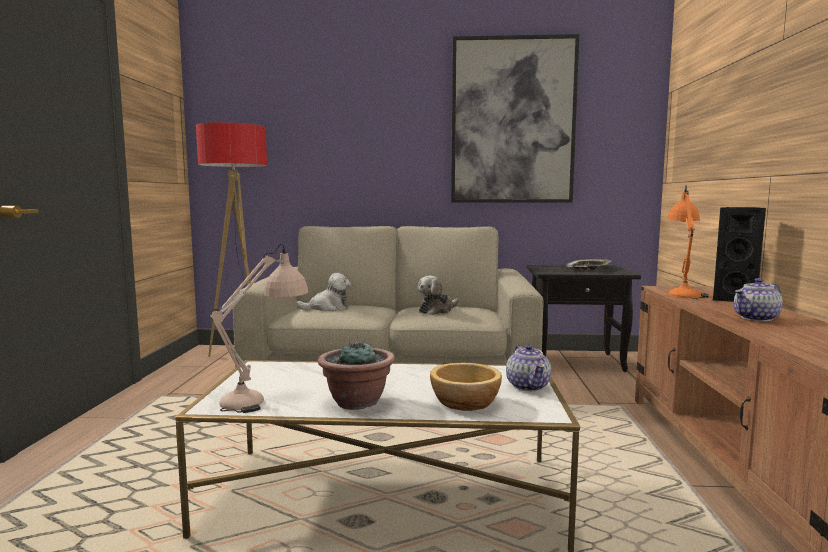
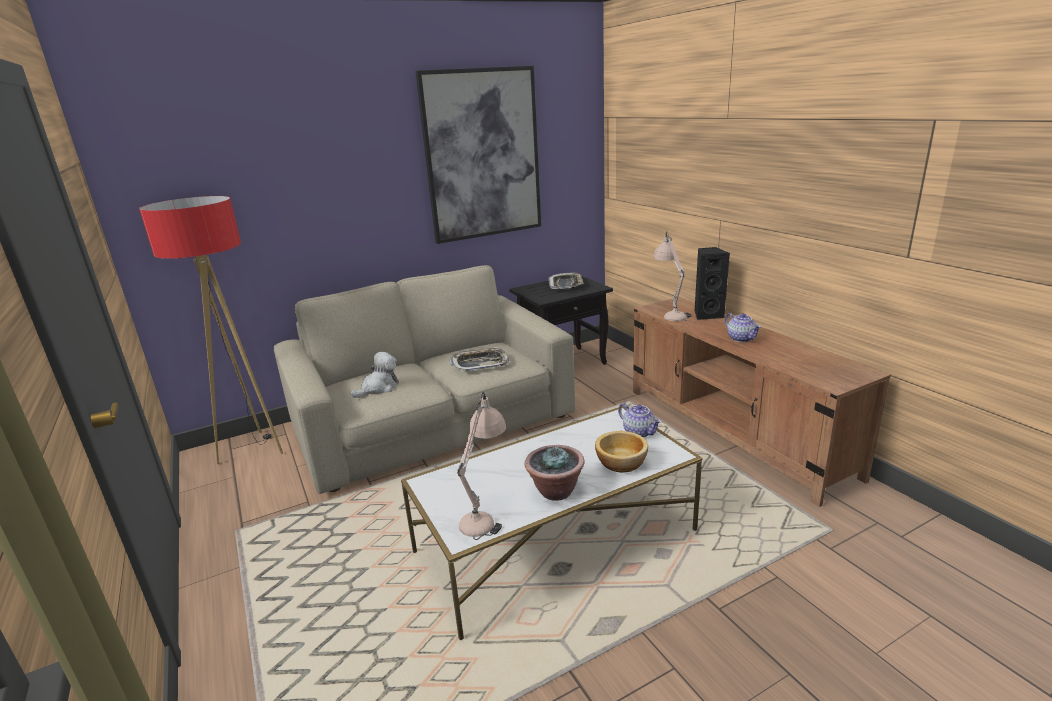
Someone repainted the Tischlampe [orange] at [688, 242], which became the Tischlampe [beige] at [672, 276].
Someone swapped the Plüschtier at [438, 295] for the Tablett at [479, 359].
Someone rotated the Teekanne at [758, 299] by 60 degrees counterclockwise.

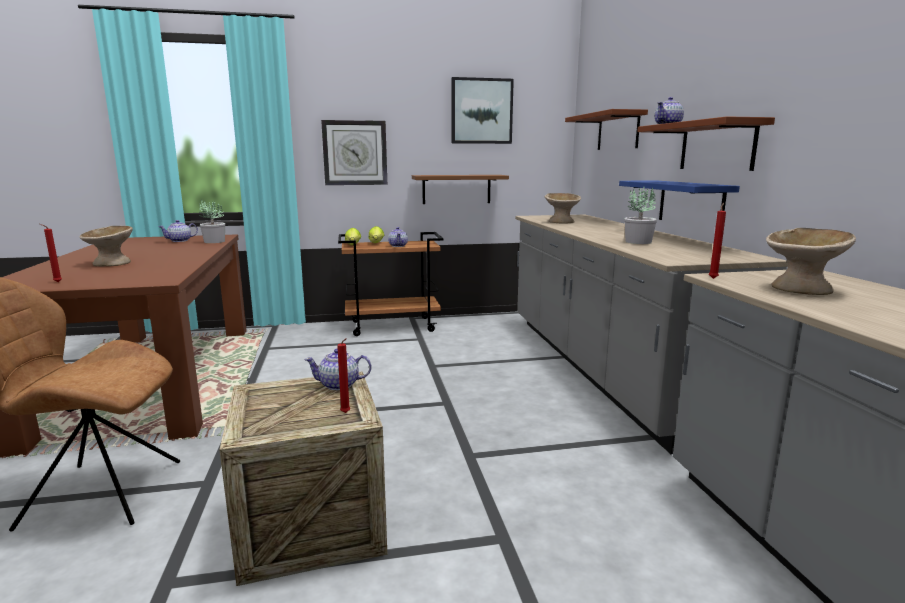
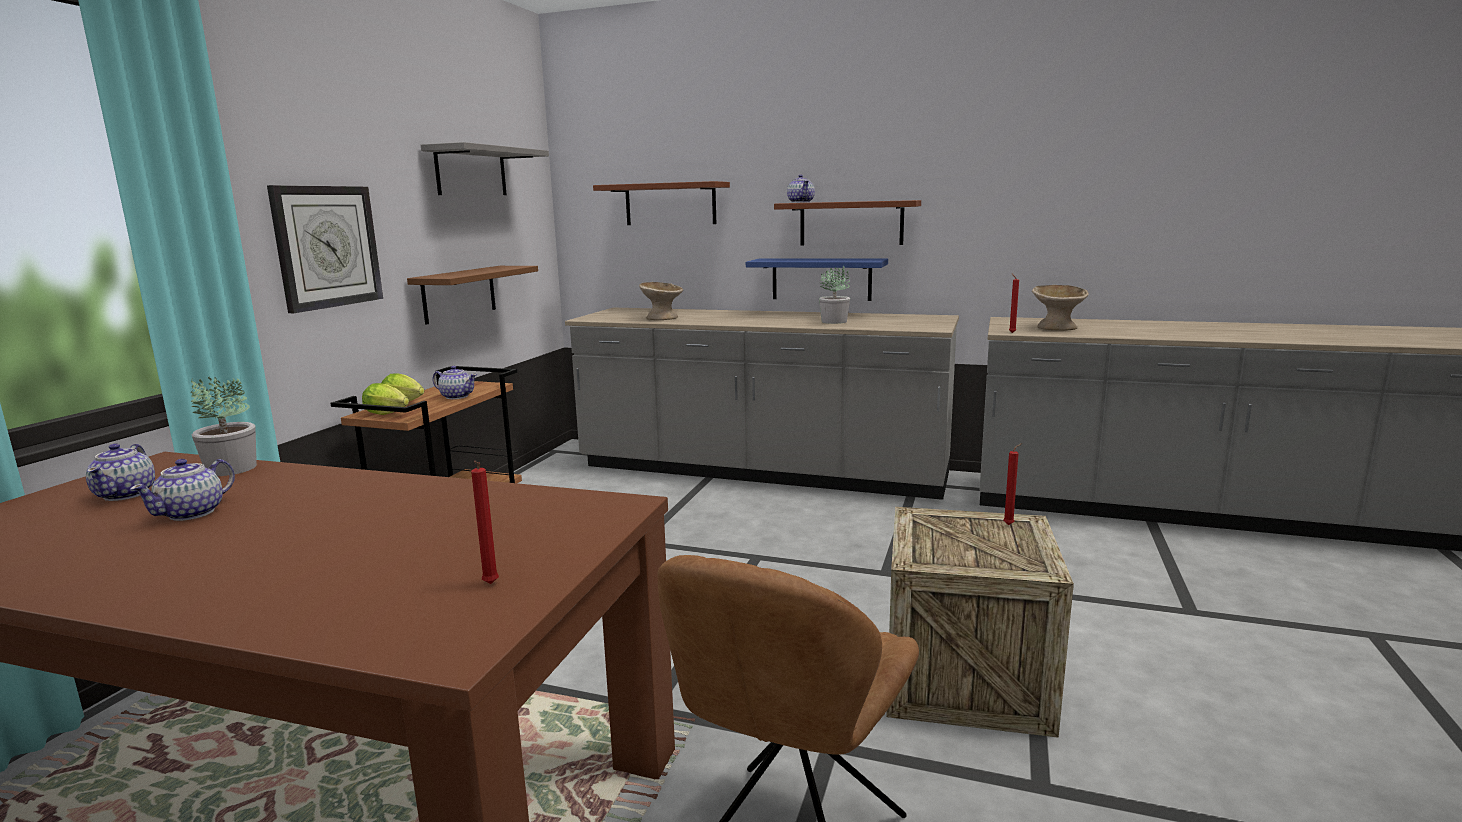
Someone swapped the Bild at [483, 110] for the Wandregal [grau] at [485, 168].
Someone took away the Schüssel [beige] at [106, 246].
Someone carried the Teekanne from [337, 369] to [182, 490].

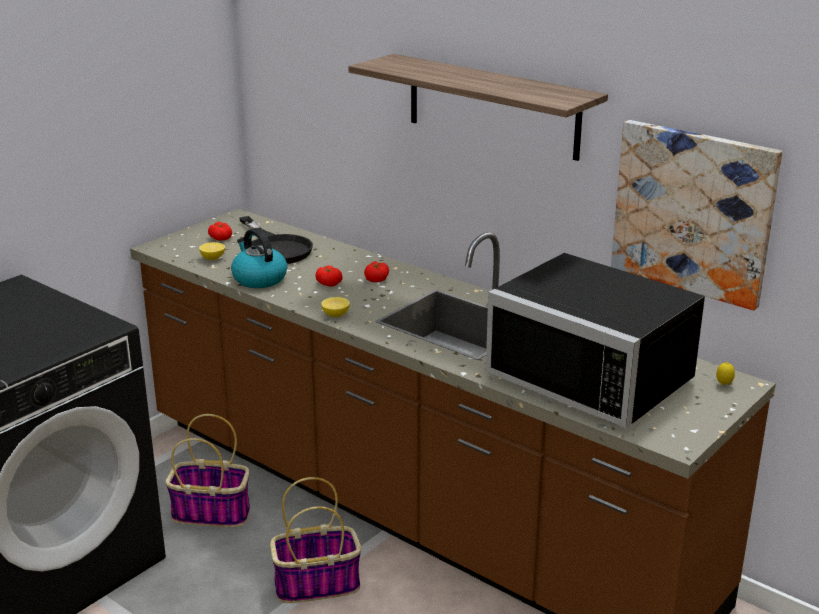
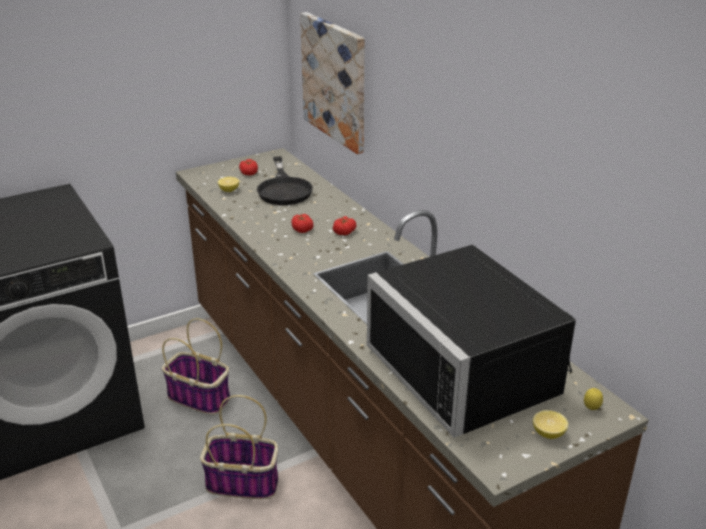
Someone took away the Wandregal at [478, 107].
Someone carried the Bild from [696, 215] to [332, 83].
Someone took away the Wasserkessel at [259, 258].
Someone carried the Zitrone from [335, 307] to [550, 424].

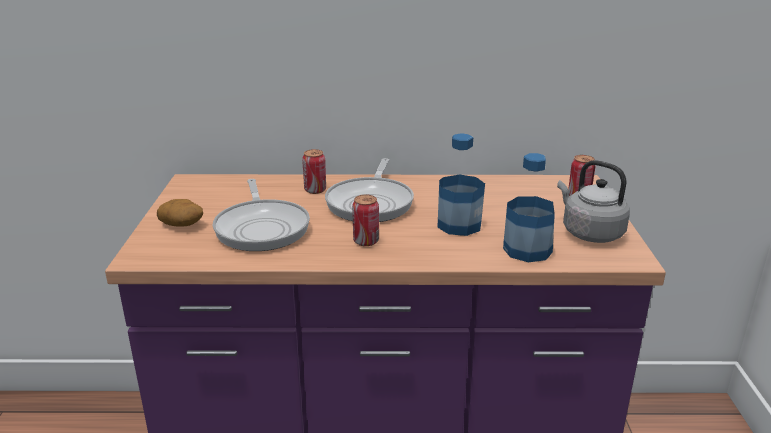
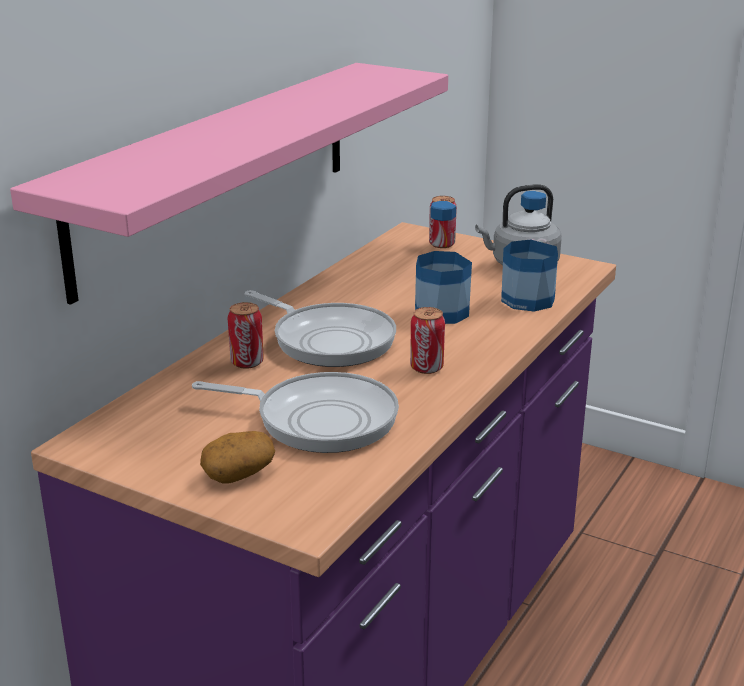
Someone put up the Wandregal [rosa] at [229, 184].

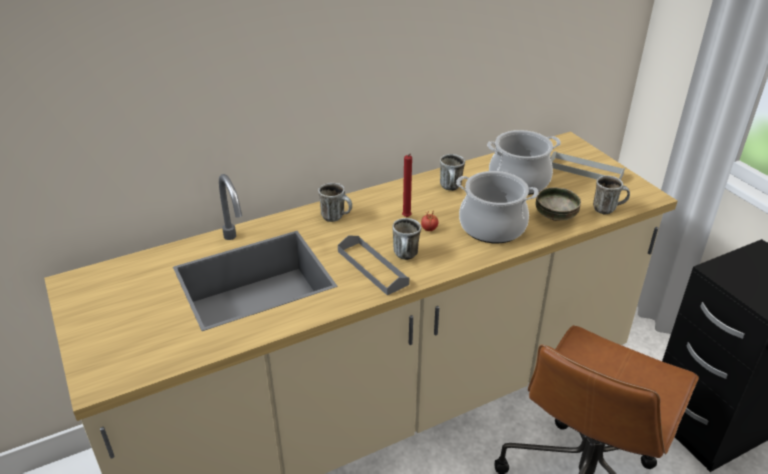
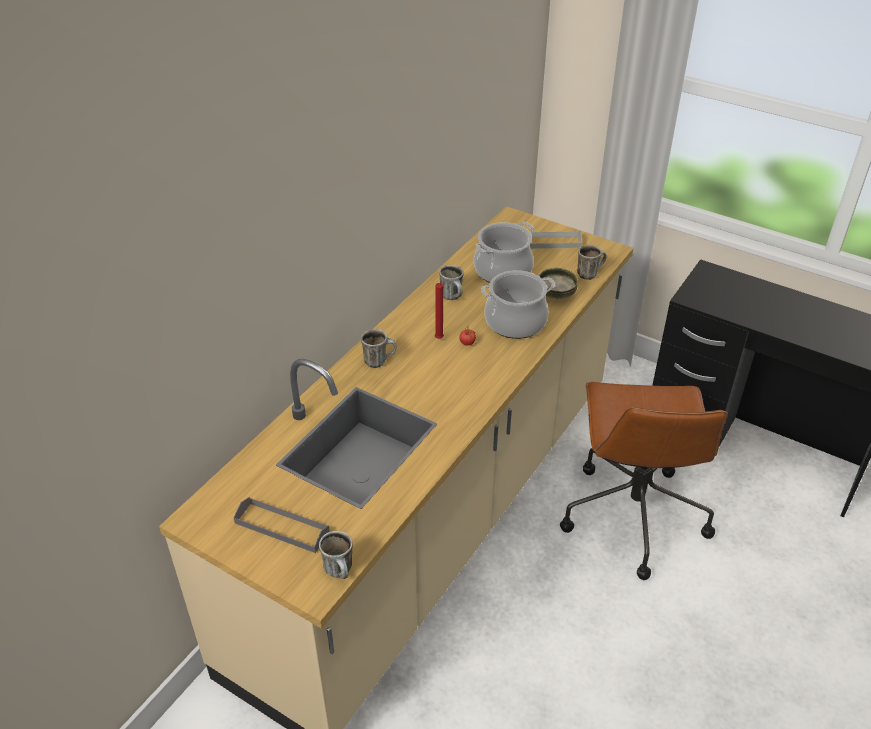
Someone carried the Henkelbecher from [407, 239] to [336, 555].
Someone carried the Tablett [grau] from [373, 266] to [282, 525].

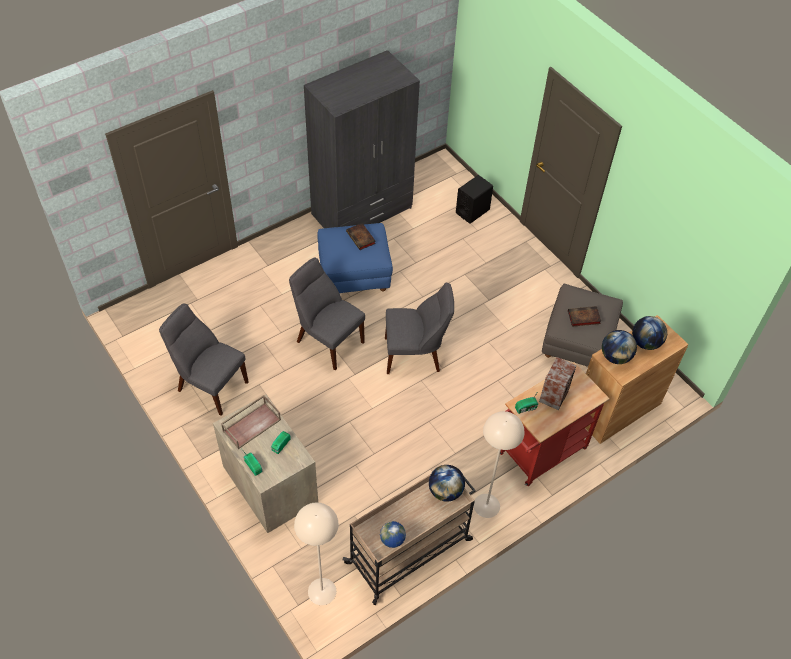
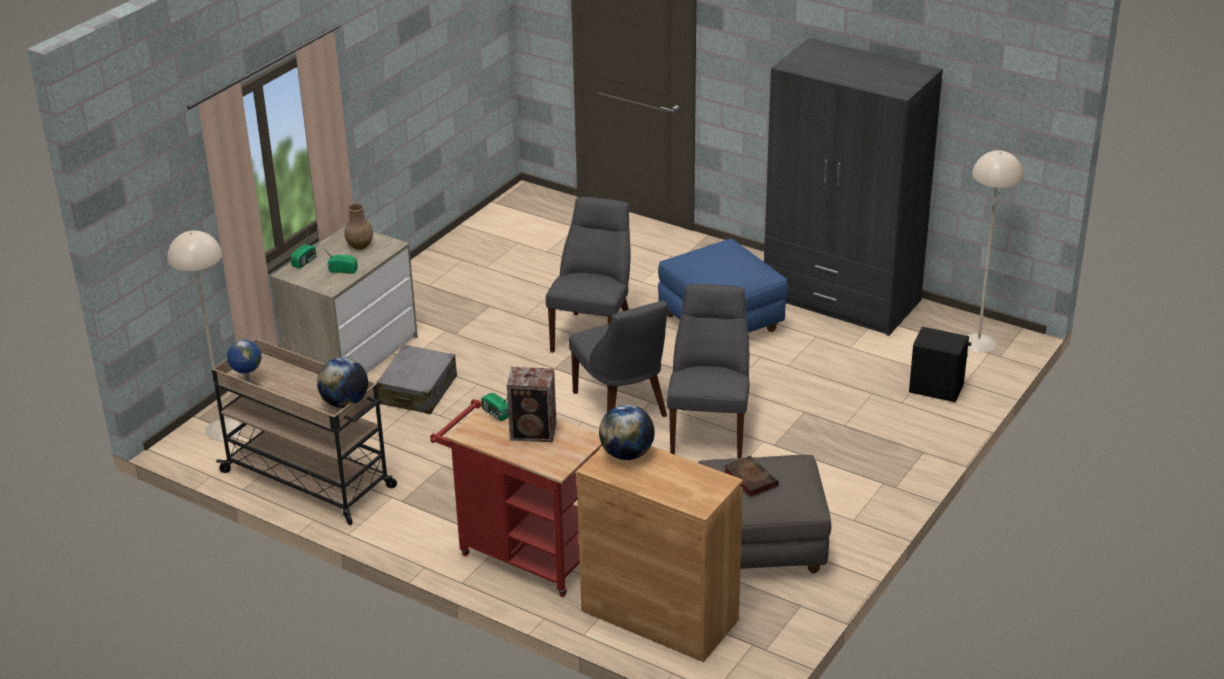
Someone took away the Buch at [361, 236].
Someone carried the Stuhl [grau] from [204, 359] to [708, 371].
Someone took away the Globus at [649, 333].
Someone swapped the Tablett [braun] at [251, 422] for the Vase [braun] at [358, 226].
Someone carried the Stehlampe [beige] from [499, 464] to [995, 251].
Someone put down the Koffer [grau] at [416, 379].

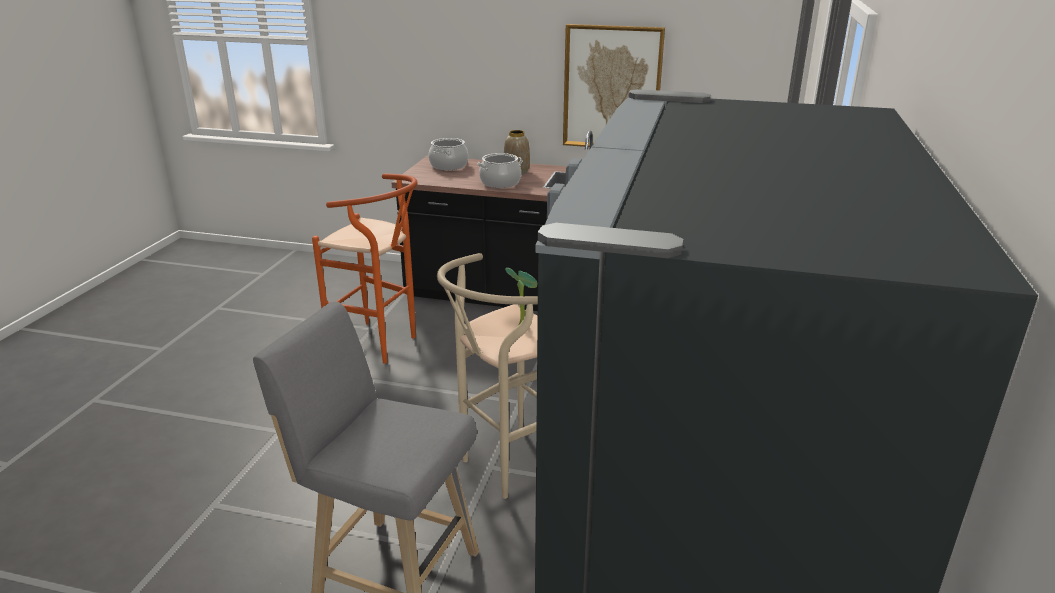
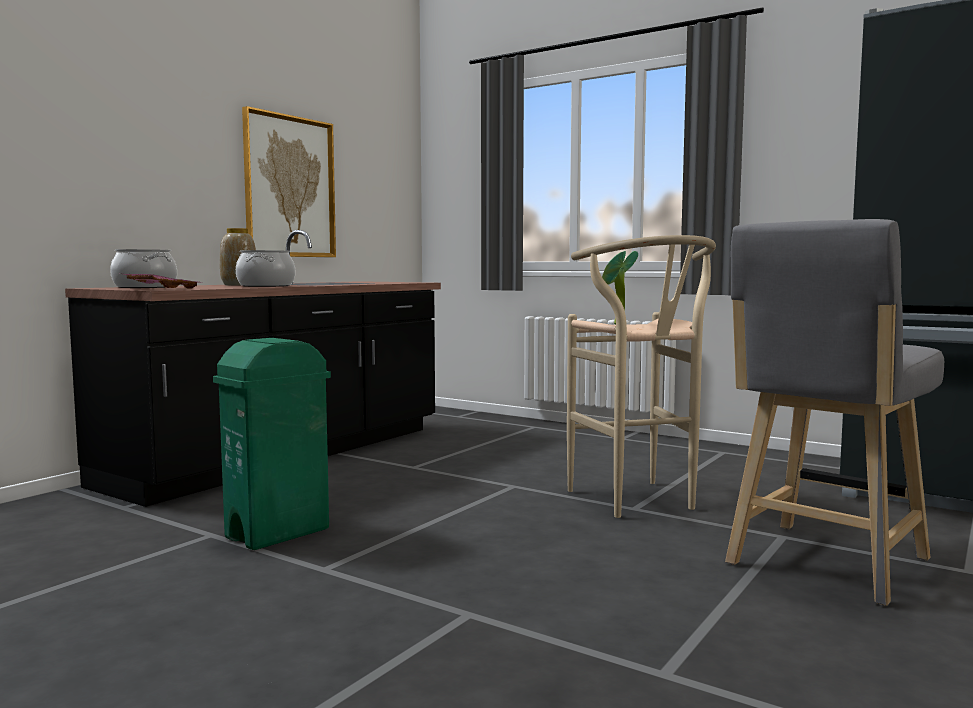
Someone swapped the Hocker [orange] at [365, 269] for the Mülleimer [grün] at [272, 444].
Someone put down the Tablett [rosa] at [163, 281].

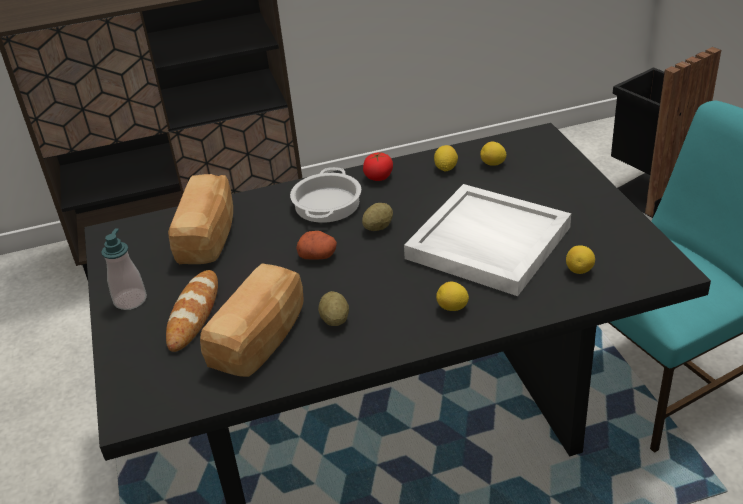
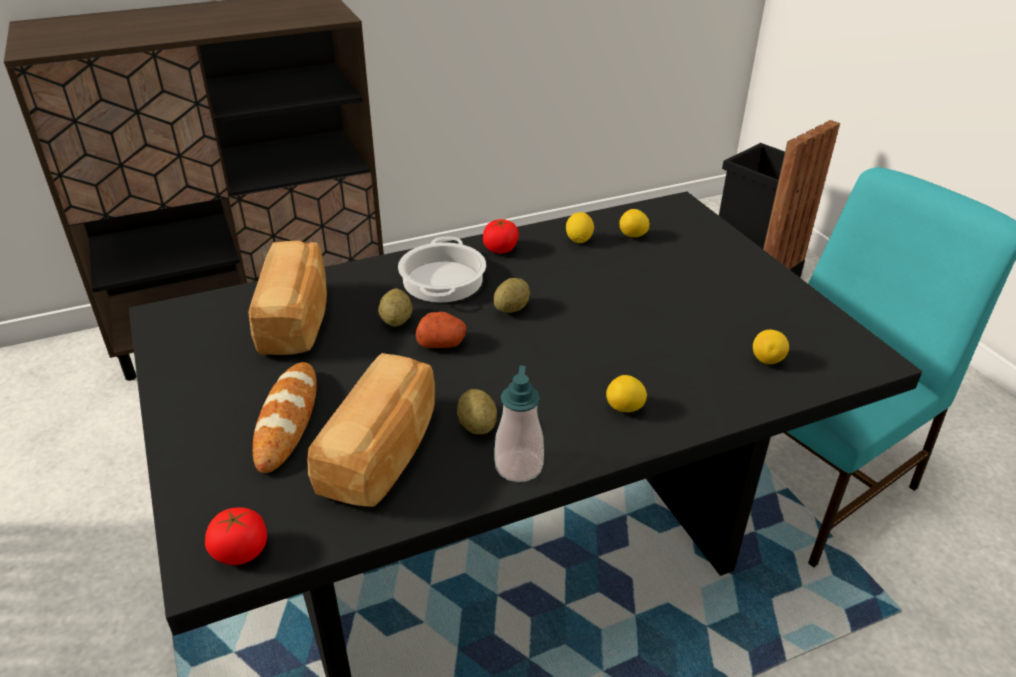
Someone took away the Tablett [weiß] at [487, 240].
Someone carried the Seifenspender from [124, 269] to [519, 424].
Someone put down the Kartoffel at [395, 308].
Someone put down the Tomate at [236, 536].

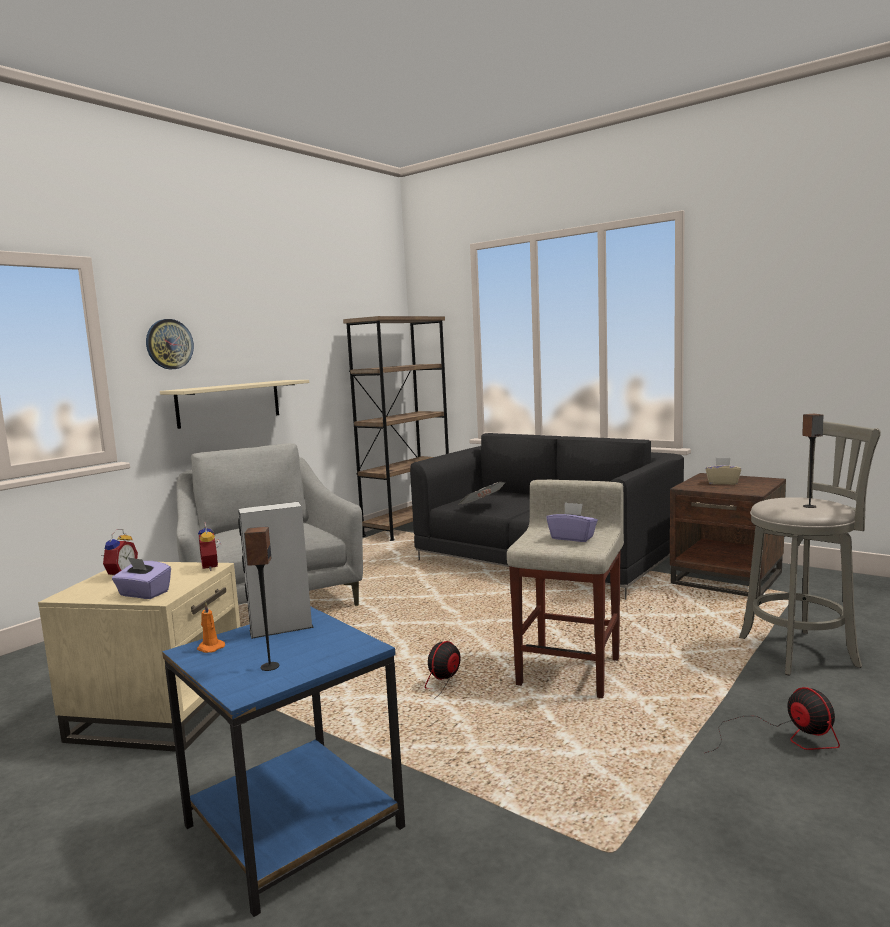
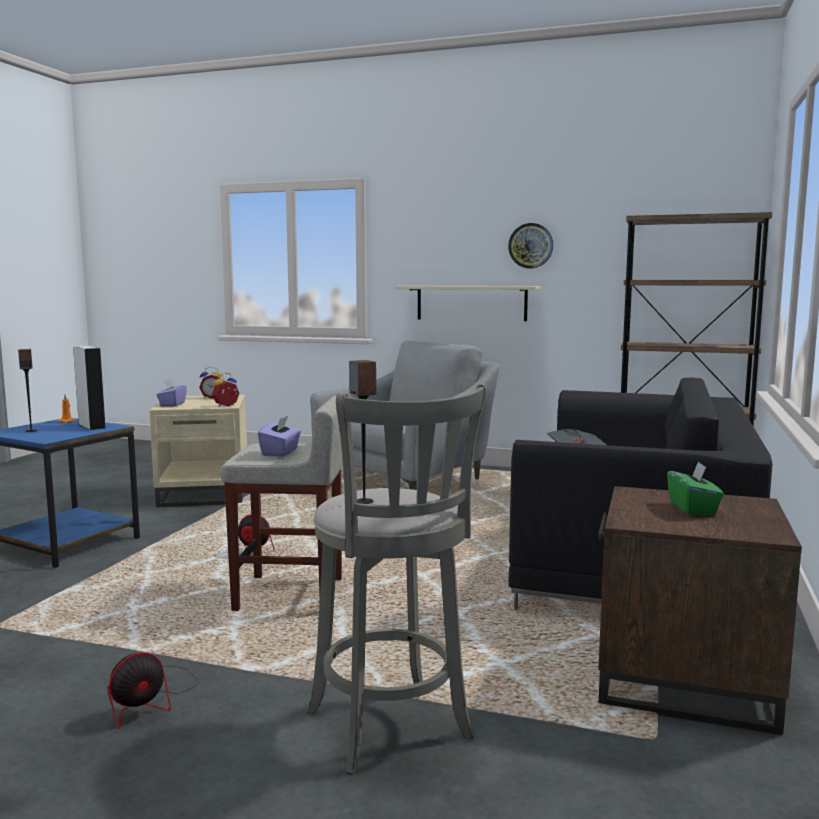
Someone carried the Wanduhr from [170, 344] to [530, 245].
Someone repainted the Taschentuchbox [beige] at [723, 471], which became the Taschentuchbox [grün] at [695, 488].

